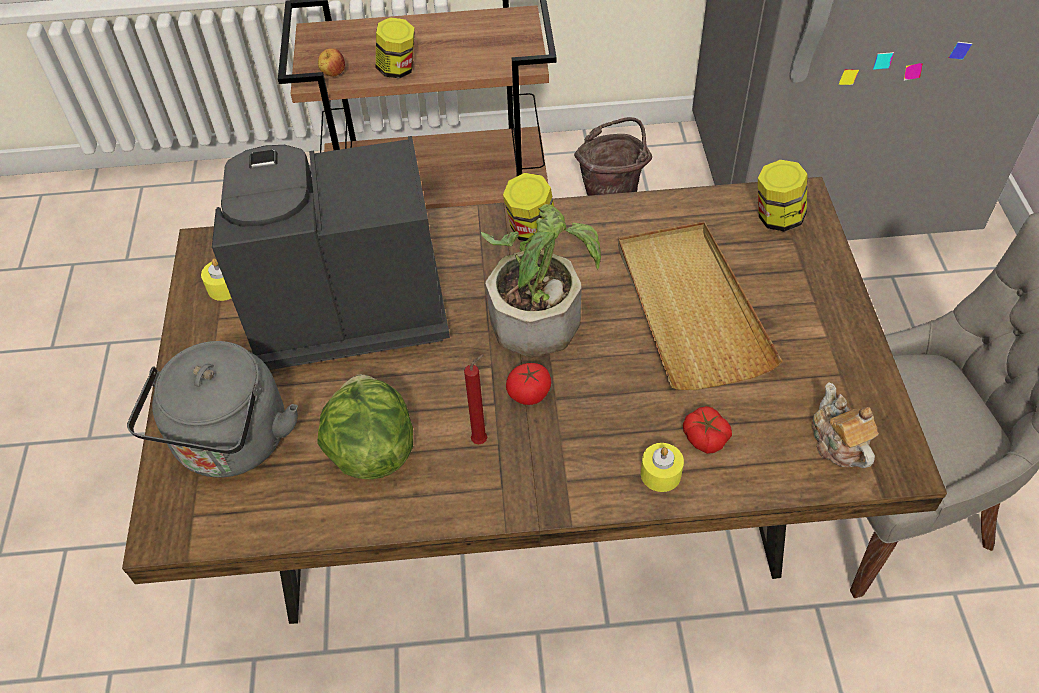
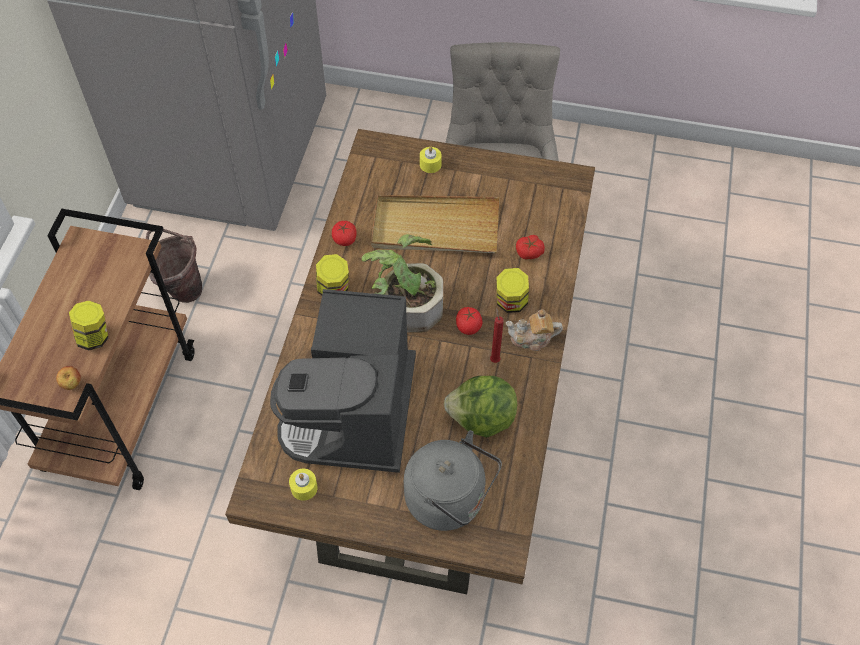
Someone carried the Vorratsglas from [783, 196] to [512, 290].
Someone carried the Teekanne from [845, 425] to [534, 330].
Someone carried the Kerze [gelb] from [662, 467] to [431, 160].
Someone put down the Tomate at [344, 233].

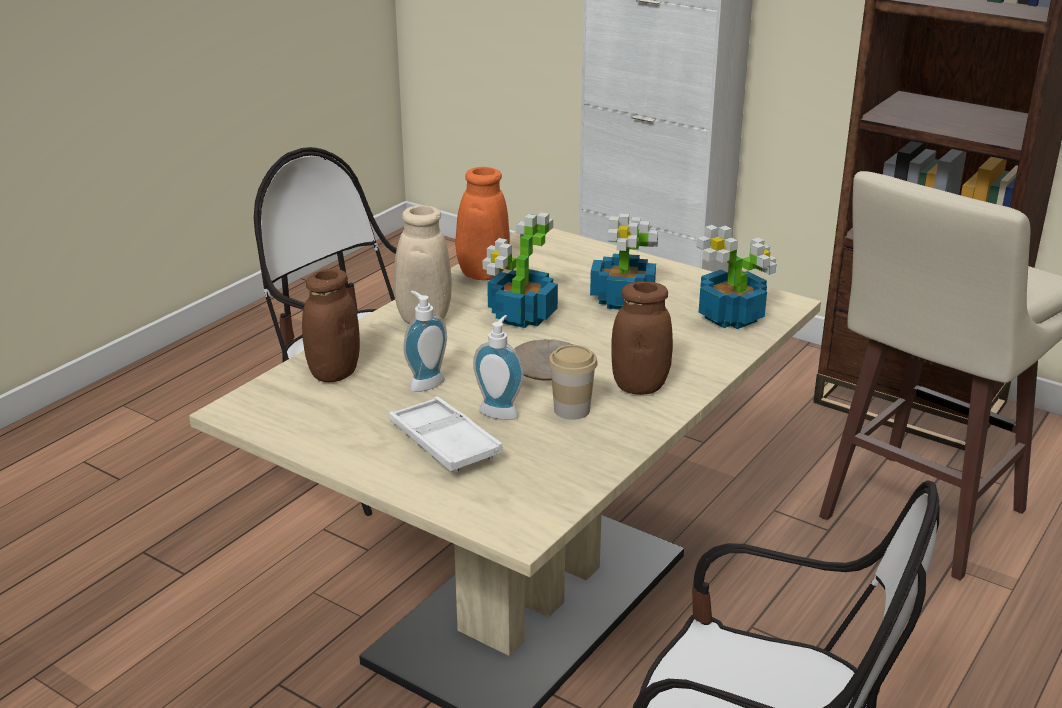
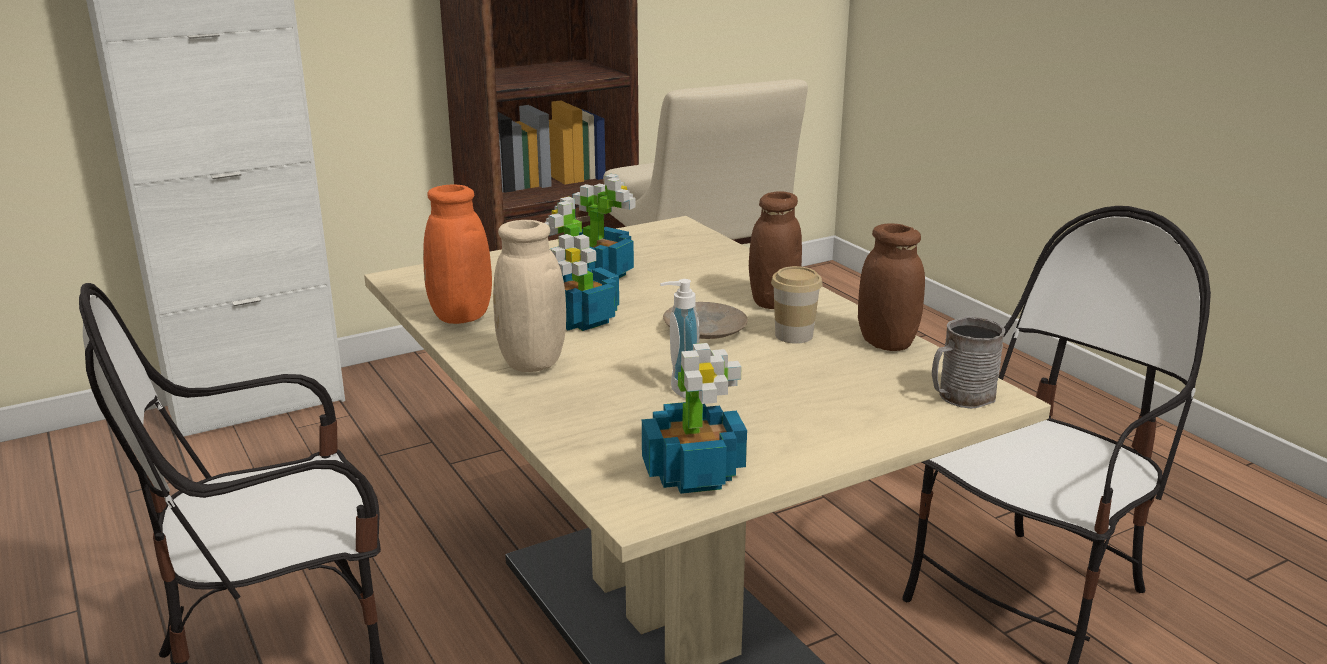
Someone carried the Topfpflanze from [736, 277] to [694, 418].
Someone carried the Vorratsglas [braun] from [331, 325] to [891, 287].
Someone took away the Seifenspender at [498, 367].
Someone took away the Tablett [weiß] at [446, 434].
Someone put down the Henkelbecher [grau] at [968, 362].

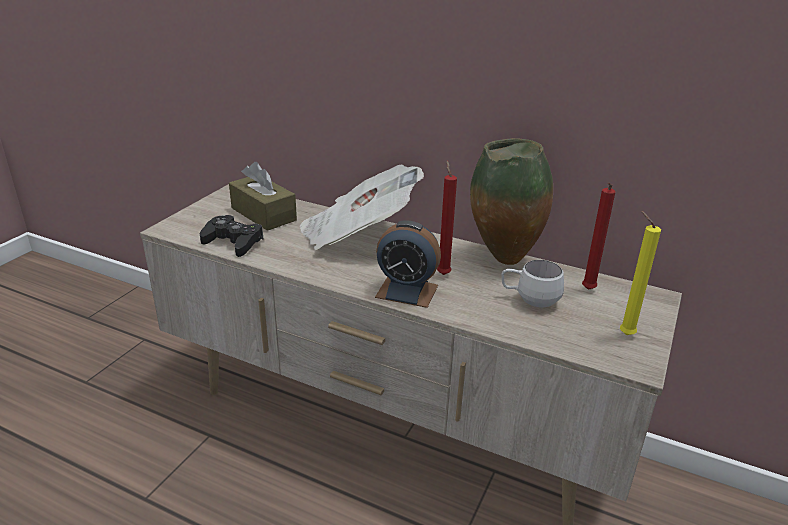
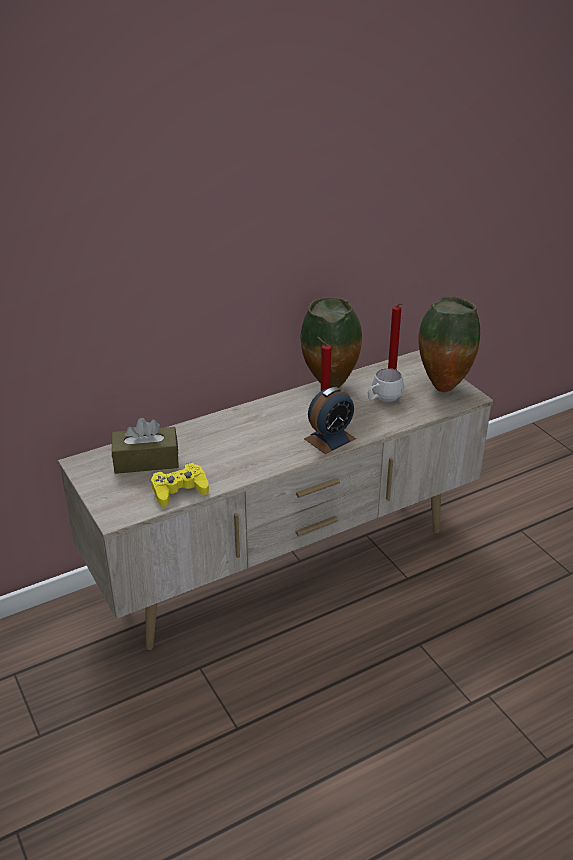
Someone took away the Zeitung at [361, 207].
Someone swapped the Kerze [gelb] at [640, 273] for the Vase at [449, 344].
Someone repainted the Gamepad [schwarz] at [232, 236], which became the Gamepad [gelb] at [180, 485].

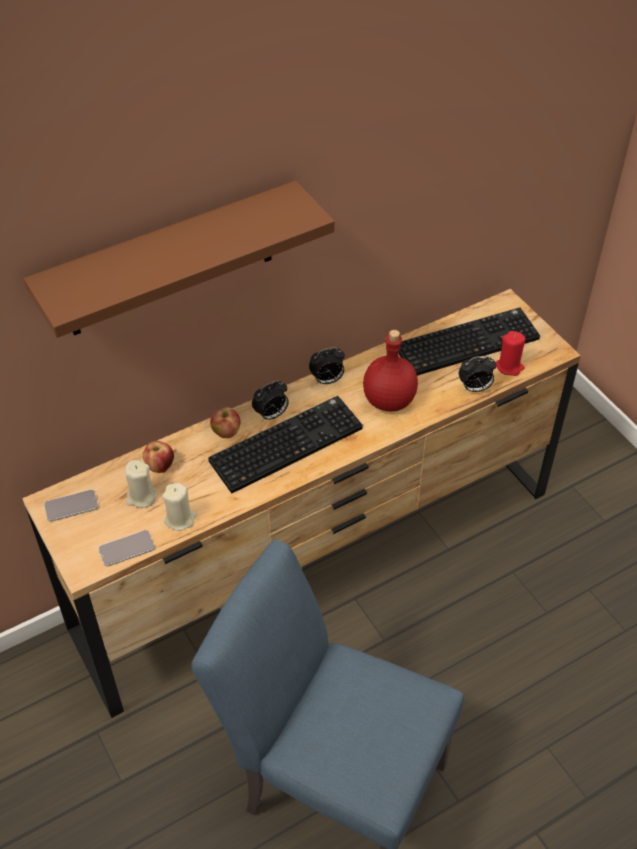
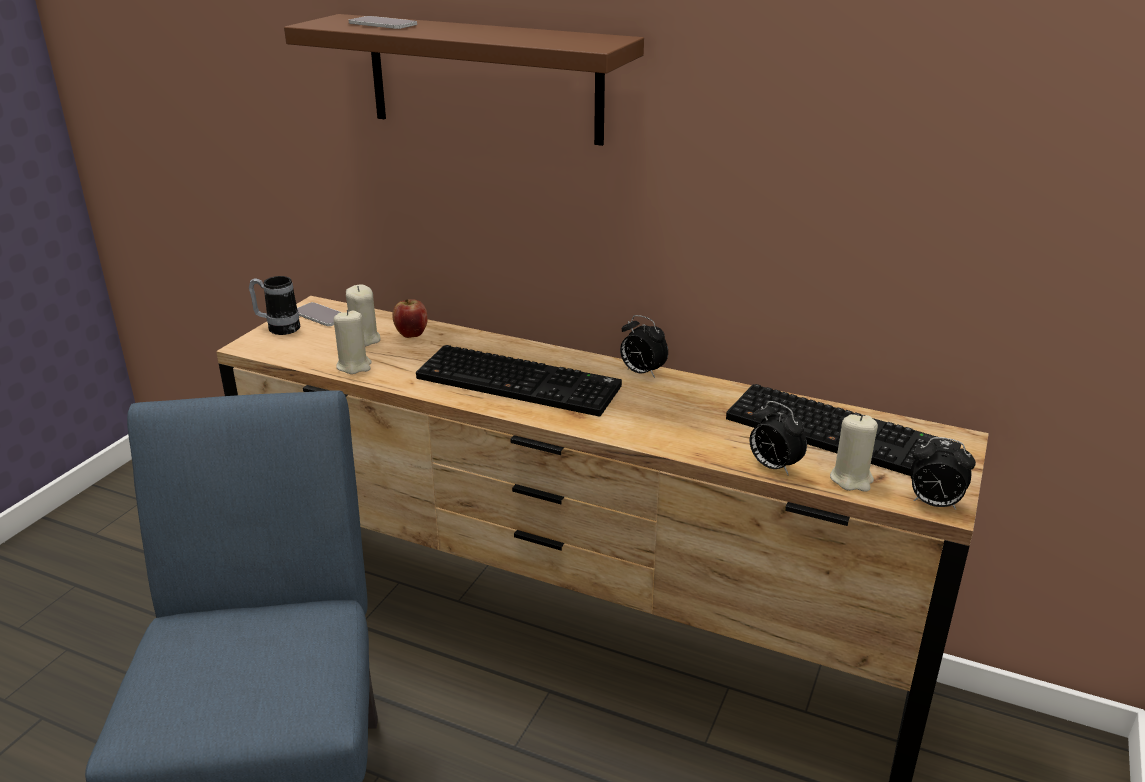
Someone took away the Flasche [rot] at [390, 370].
Someone repainted the Kerze [rot] at [511, 353], which became the Kerze [beige] at [854, 453].
Someone carried the Wecker from [270, 401] to [943, 473].
Someone took away the Apfel at [225, 422].
Someone carried the Handy from [126, 548] to [383, 22].
Someone put down the Henkelbecher at [274, 305].

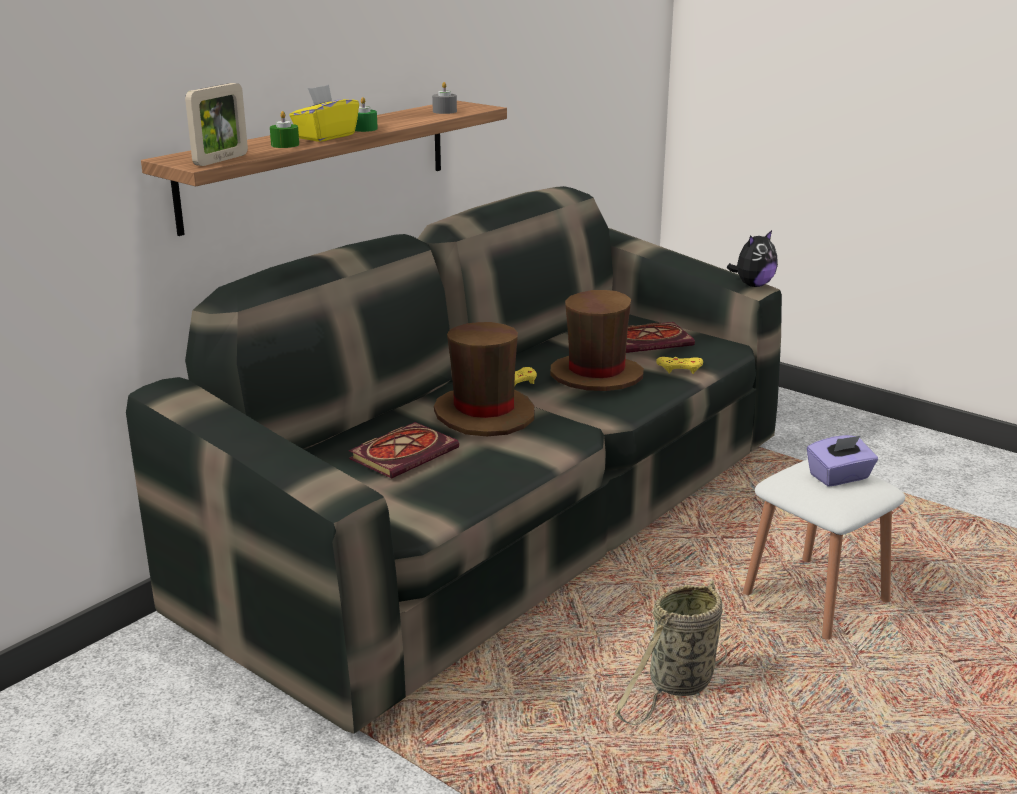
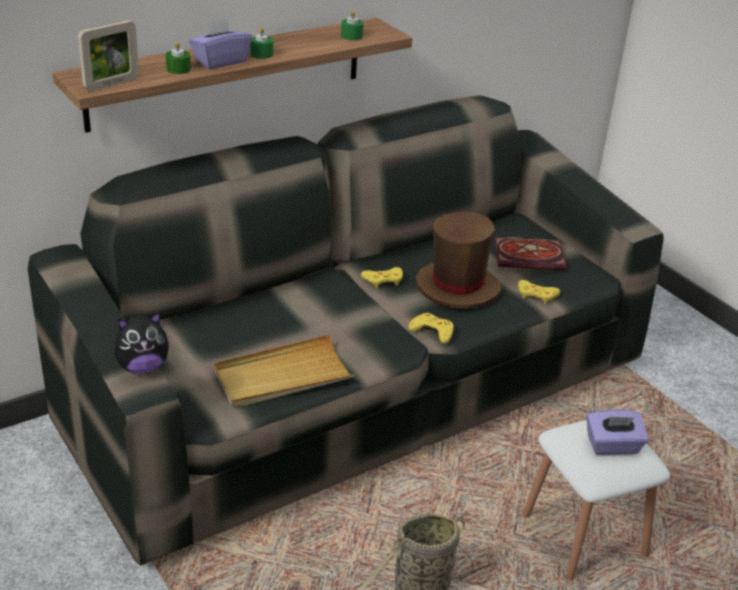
Someone repainted the Kerze [grau] at [444, 98], which became the Kerze [grün] at [352, 25].
Someone repainted the Taschentuchbox [gelb] at [324, 113], which became the Taschentuchbox [lila] at [220, 43].
Someone carried the Plüschtier from [752, 258] to [142, 343].
Someone took away the Hut [braun] at [484, 379].
Someone took away the Buch at [404, 450].
Someone put down the Gamepad [gelb] at [431, 328].
Someone put down the Tablett [beige] at [284, 371].

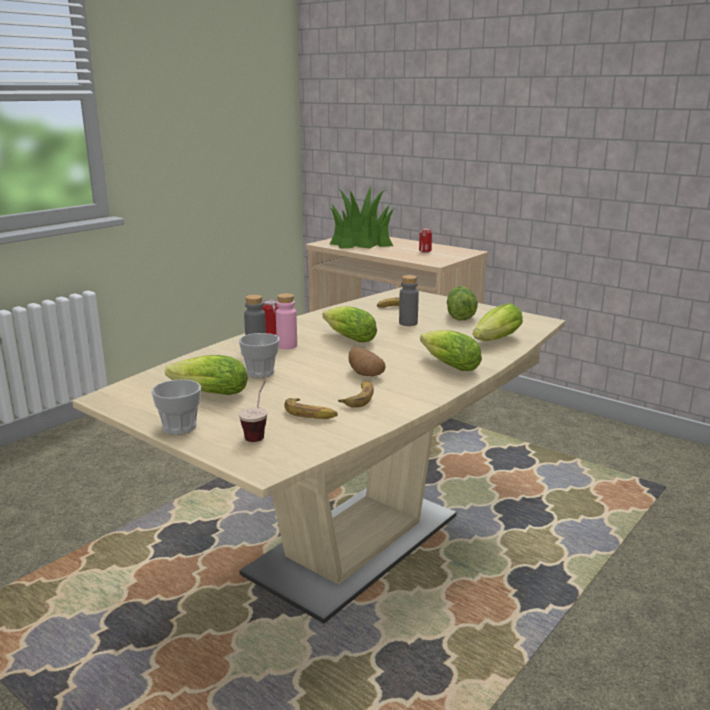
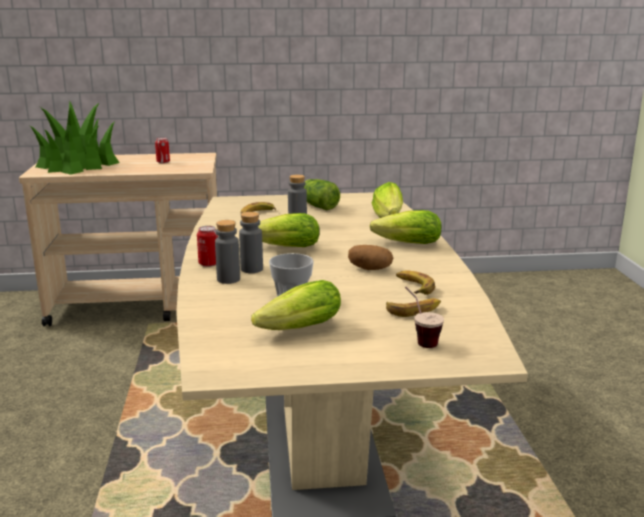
Someone repainted the Flasche [rosa] at [286, 321], which became the Flasche [grau] at [251, 242].
Someone took away the Tasse at [176, 407].

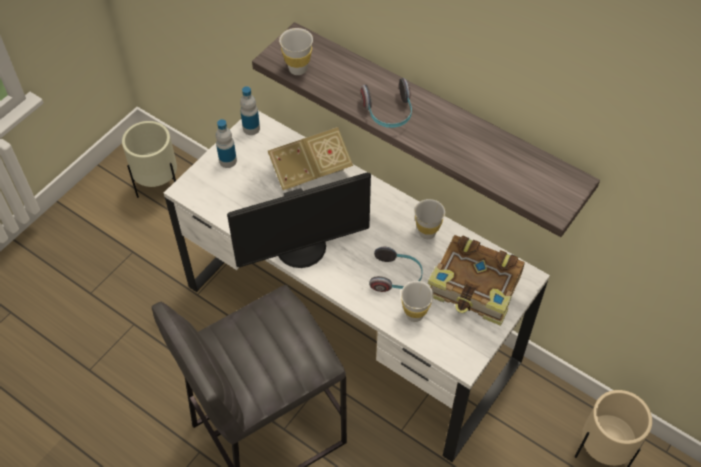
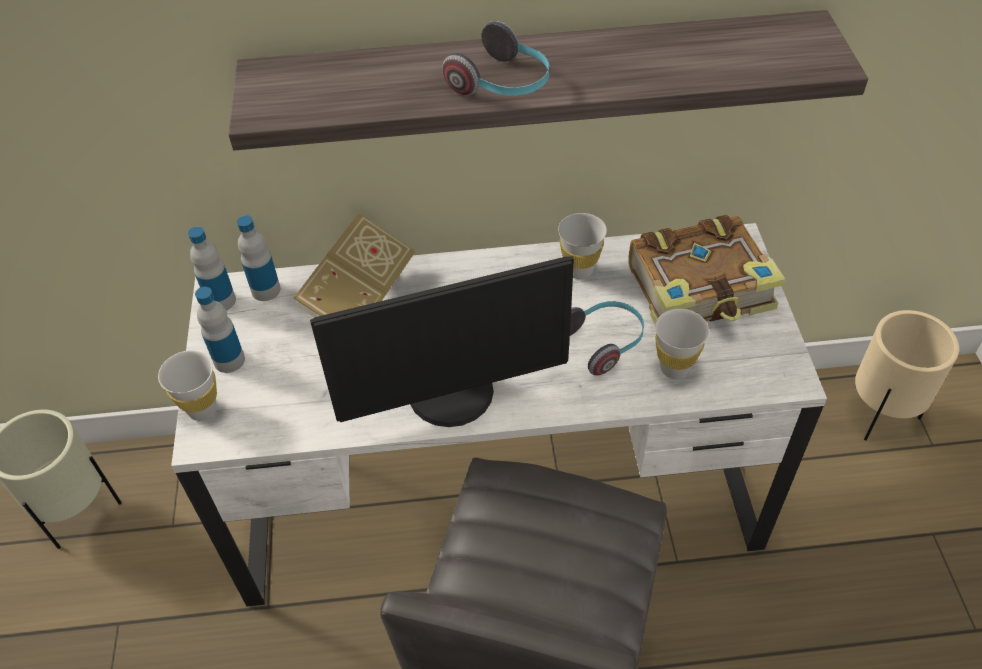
Someone carried the Tasse [weiß] from [296, 51] to [187, 385].
Someone rotated the Monitor at [299, 220] by 45 degrees clockwise.
Someone put down the Flasche at [259, 258].

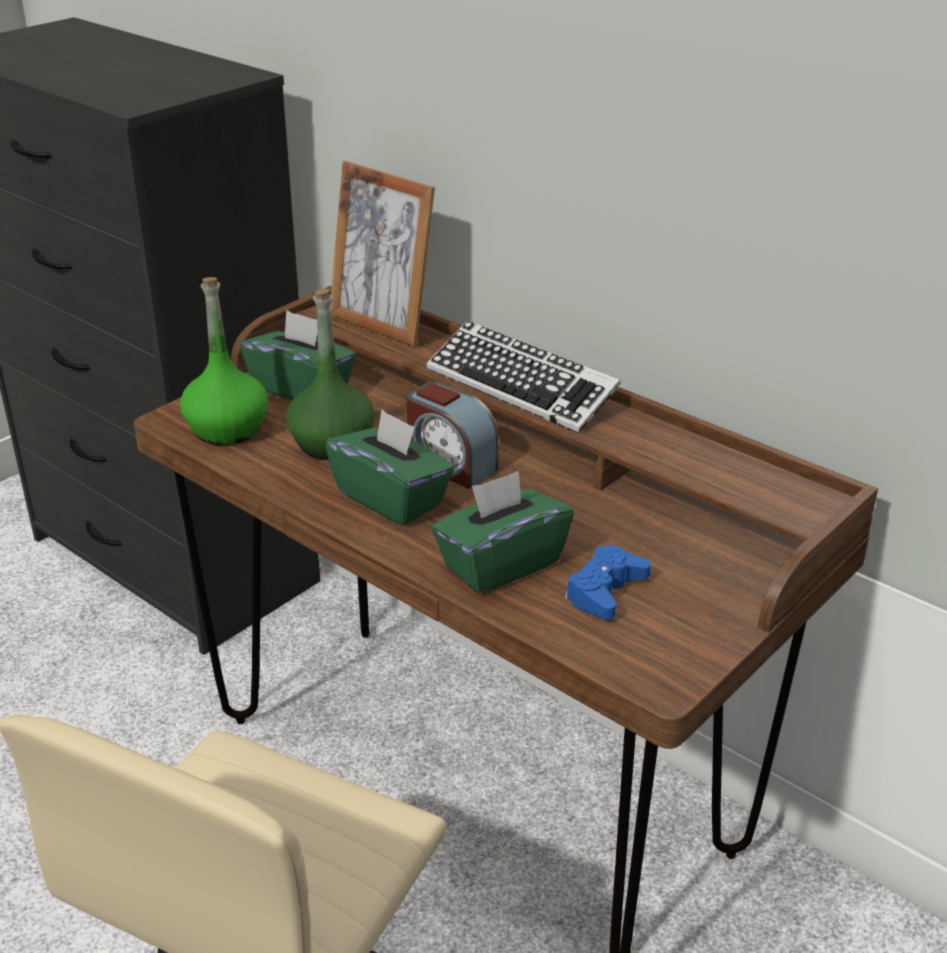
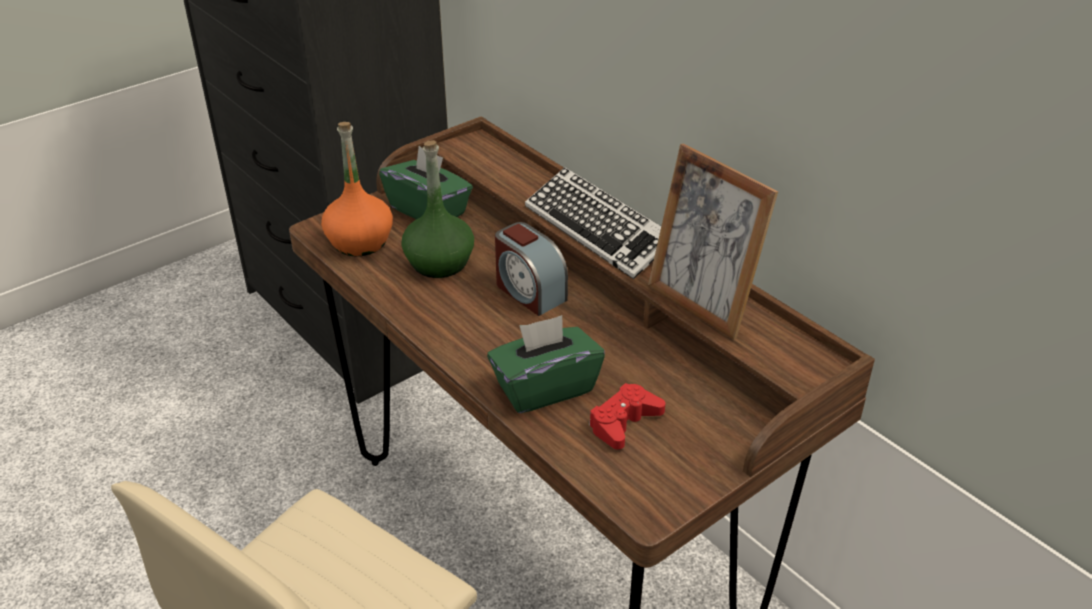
Someone carried the Bilderrahmen from [382, 254] to [713, 242].
Someone repainted the Flasche [grün] at [224, 361], which became the Flasche [orange] at [357, 189].
Someone took away the Taschentuchbox [grün] at [389, 467].
Someone repainted the Gamepad [blau] at [608, 582], which became the Gamepad [rot] at [627, 416].

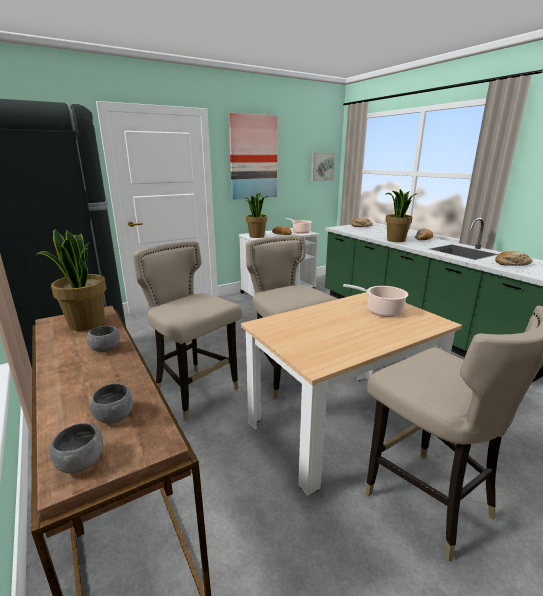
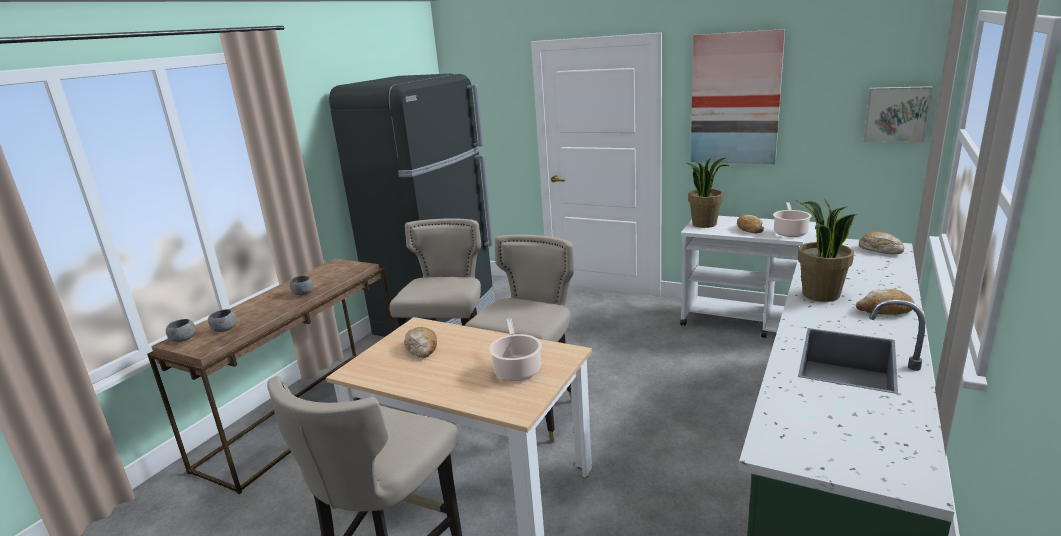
Someone took away the Topfpflanze at [70, 280].
Someone carried the Brot from [513, 258] to [420, 342].

